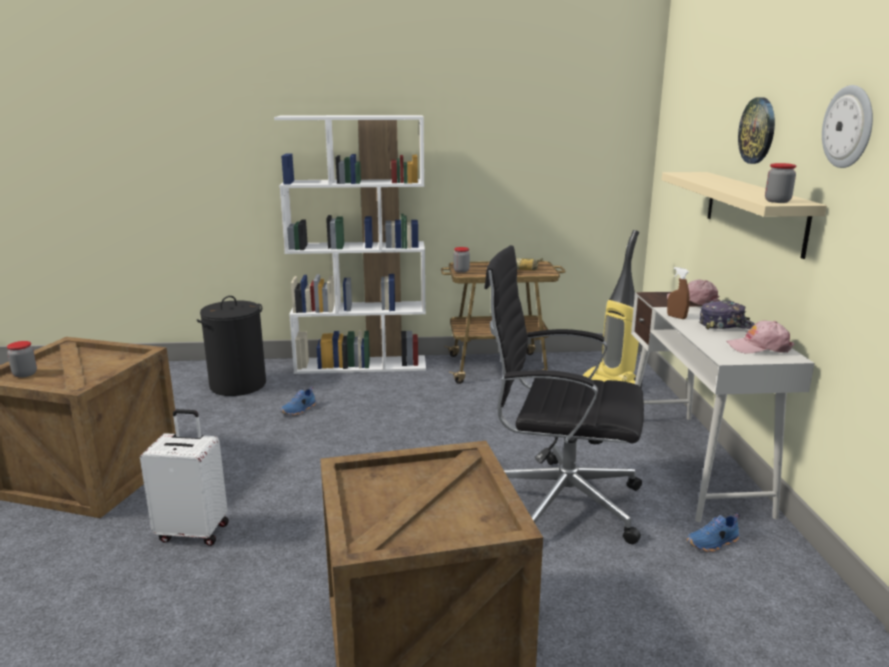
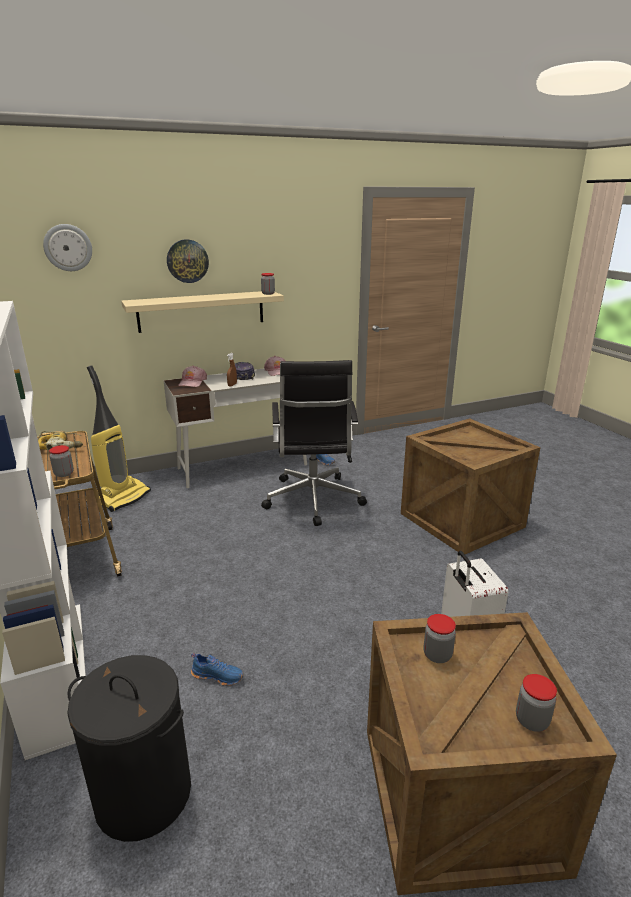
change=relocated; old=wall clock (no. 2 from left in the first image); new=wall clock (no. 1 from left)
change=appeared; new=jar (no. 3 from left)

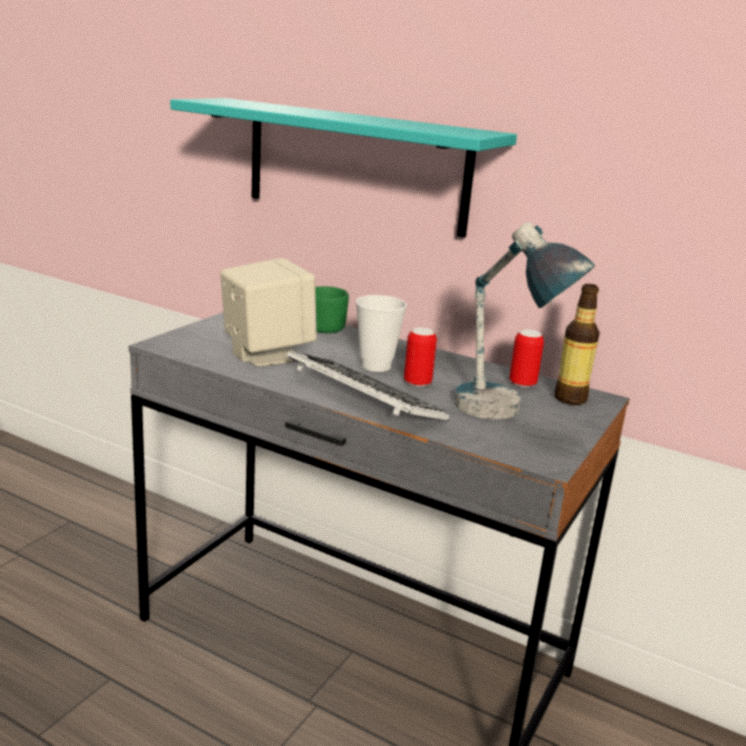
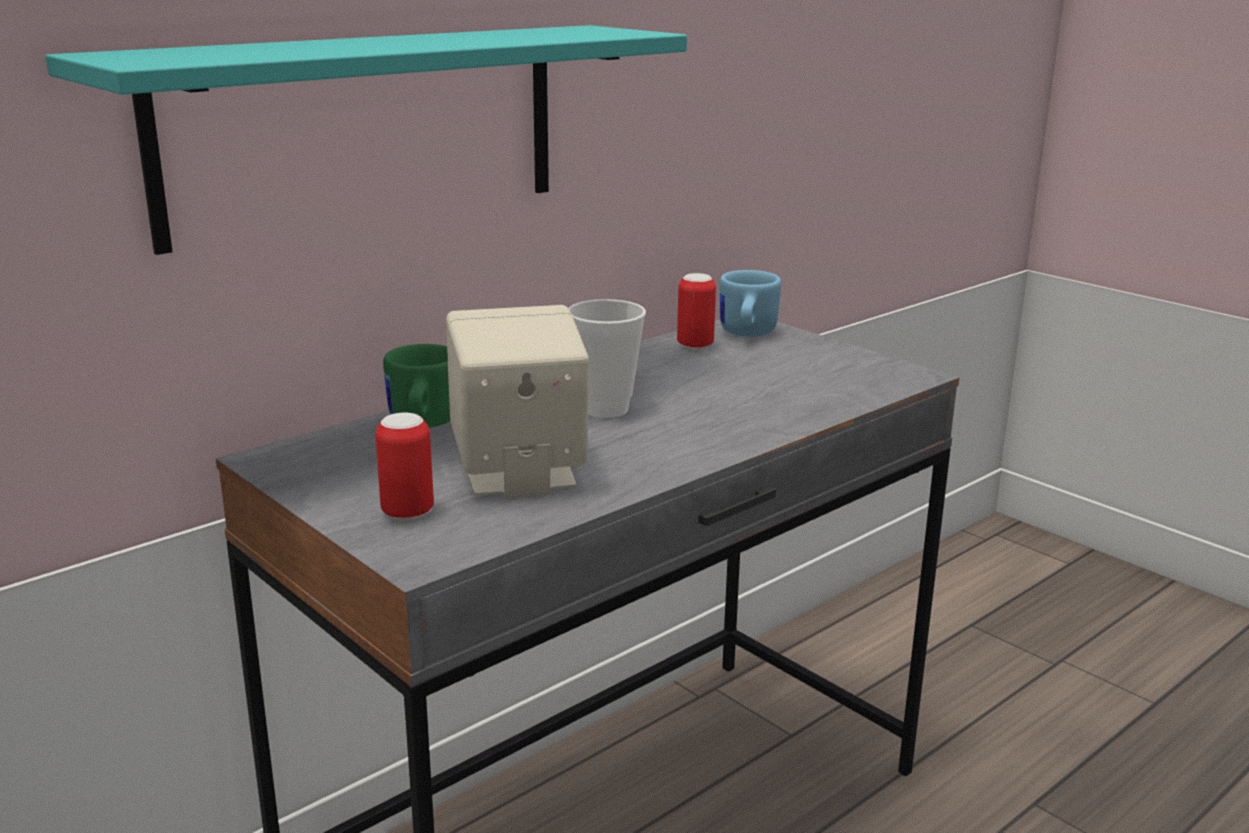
change=relocated; old=can (no. 1 from left)
change=exchanged; old=bottle; new=blue mug
change=missing; old=keyboard
change=missing; old=table lamp

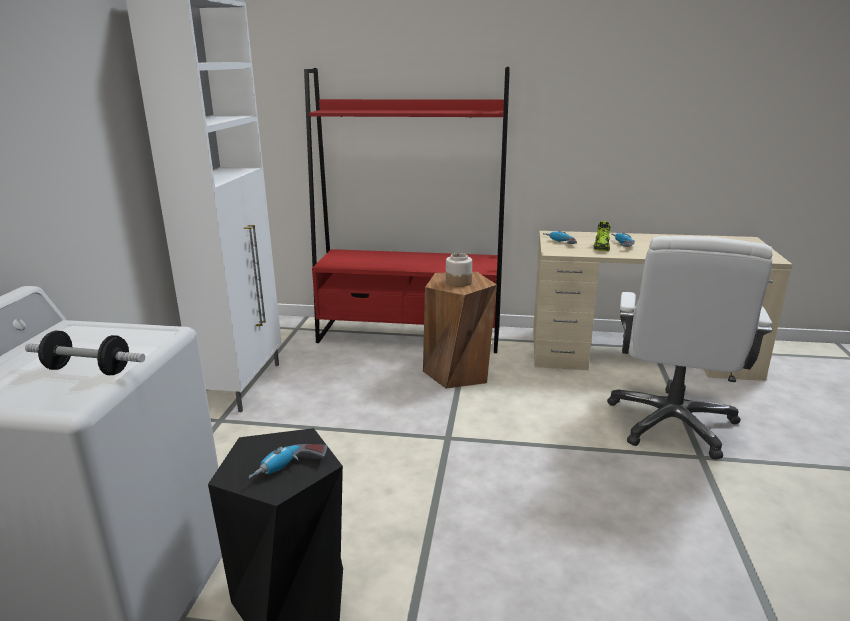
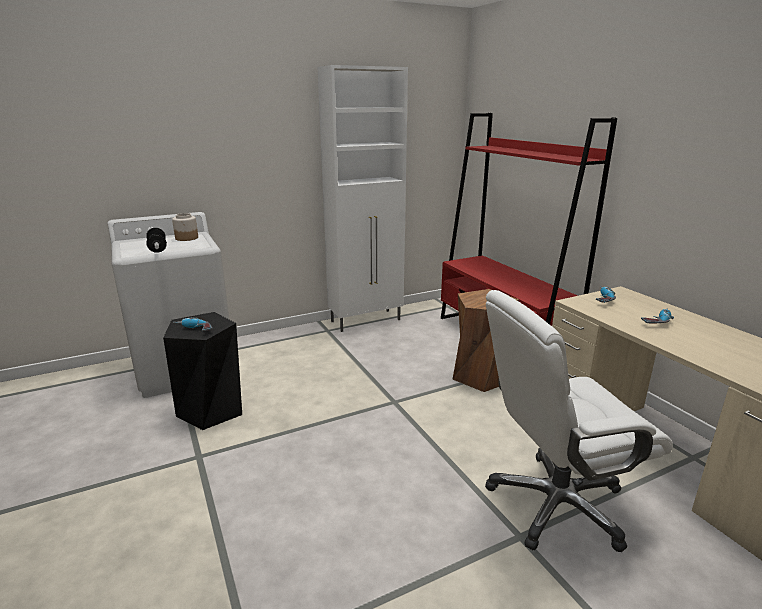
change=relocated; old=jar
change=missing; old=shoe

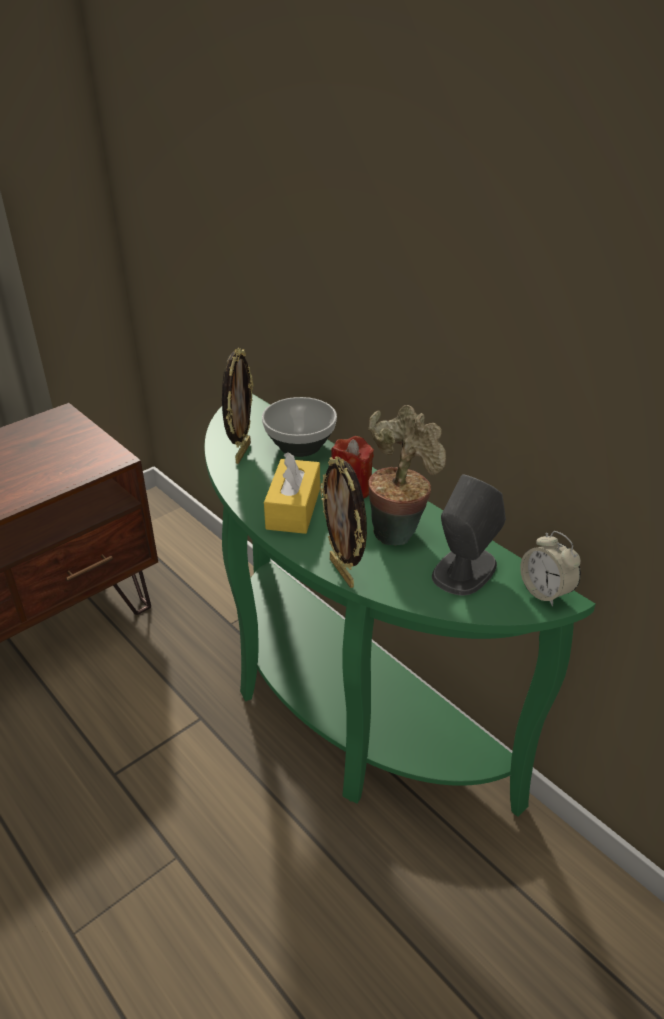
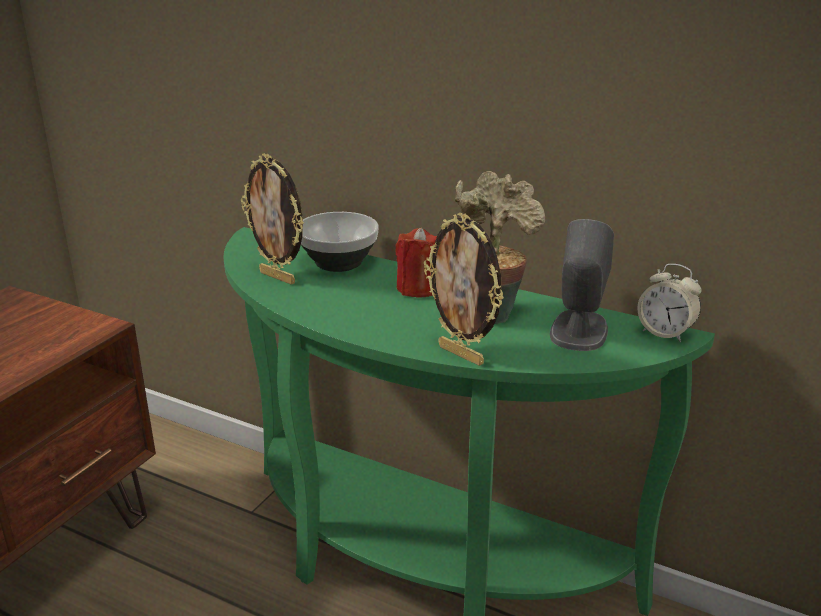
change=spun; old=picture frame (no. 1 from left); degrees=135
change=missing; old=yellow tissue box

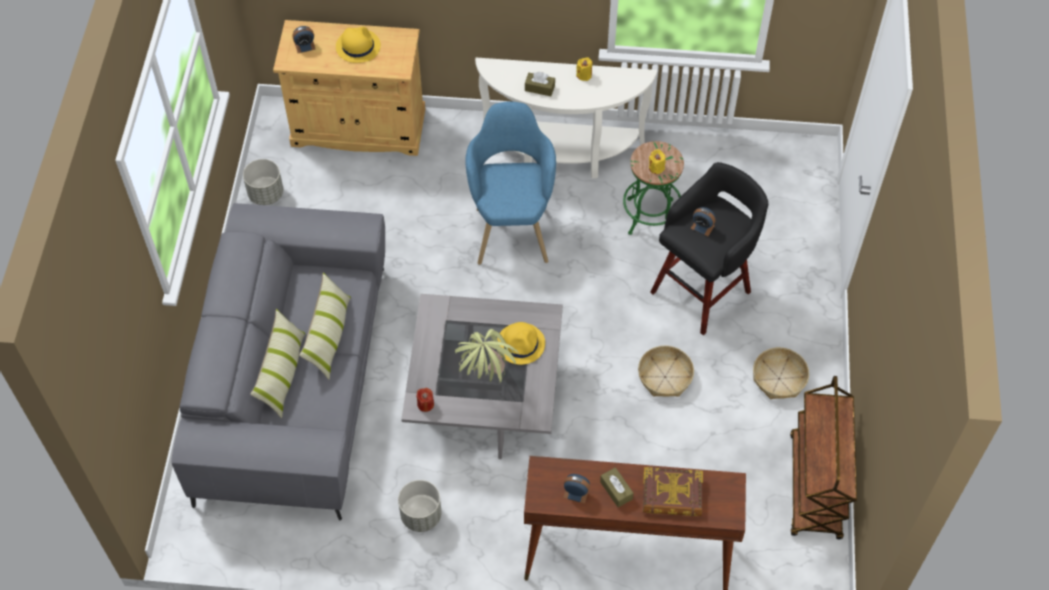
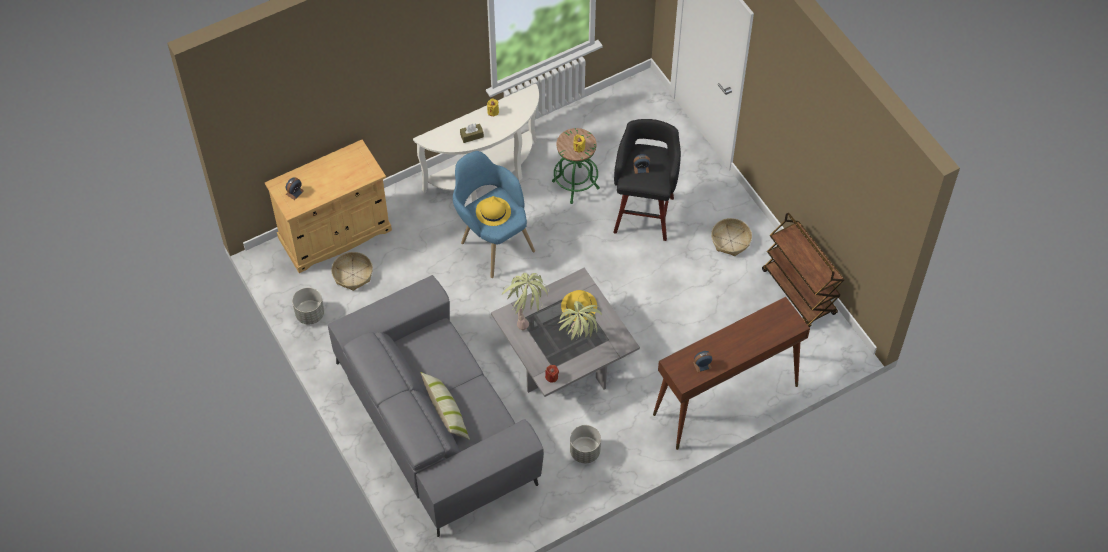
change=relocated; old=basket (no. 1 from left)
change=relocated; old=yellow hat (no. 1 from left)
change=appeared; new=potted plant (no. 1 from left)
change=missing; old=pillow (no. 2 from left)
change=missing; old=brown tissue box (no. 2 from left)
change=missing; old=book

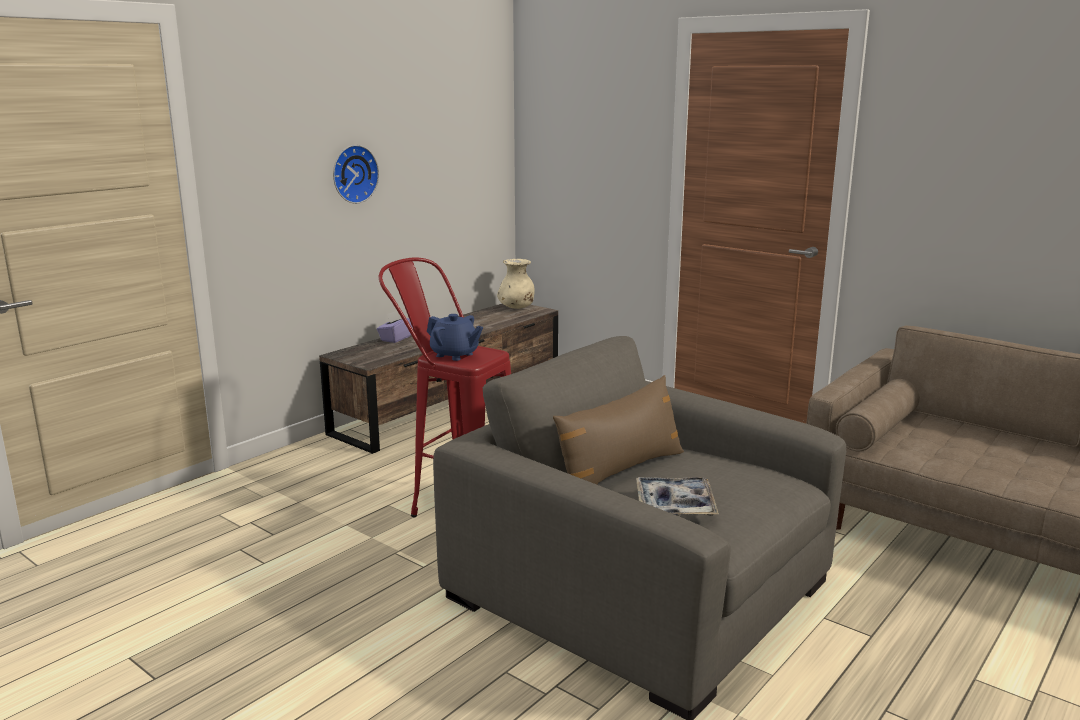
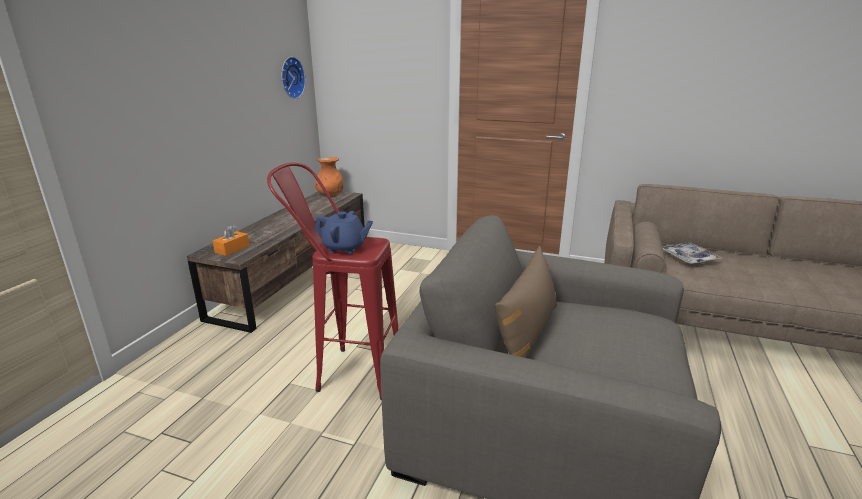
change=appeared; new=orange tissue box
change=relocated; old=wall clock
change=colour; old=beige vase; new=orange vase
change=relocated; old=tray
change=missing; old=purple tissue box

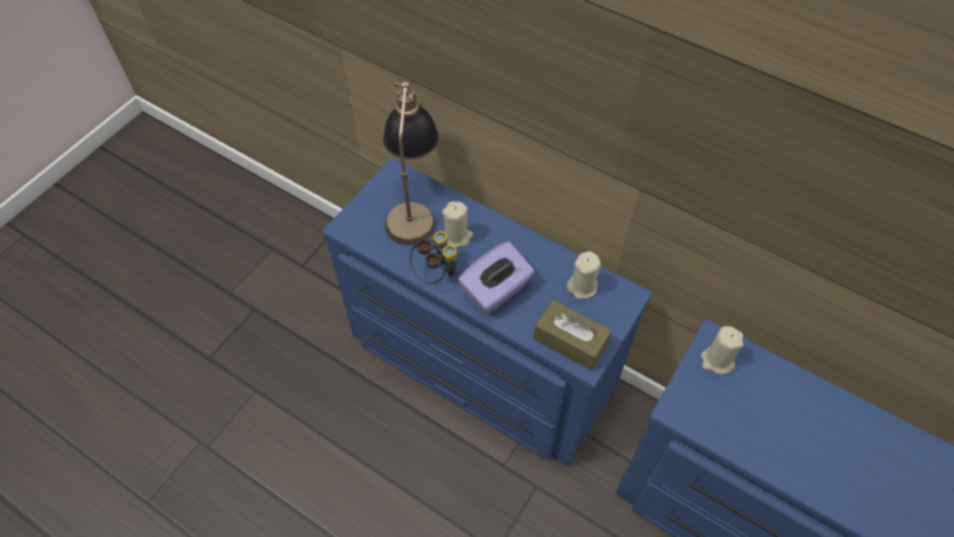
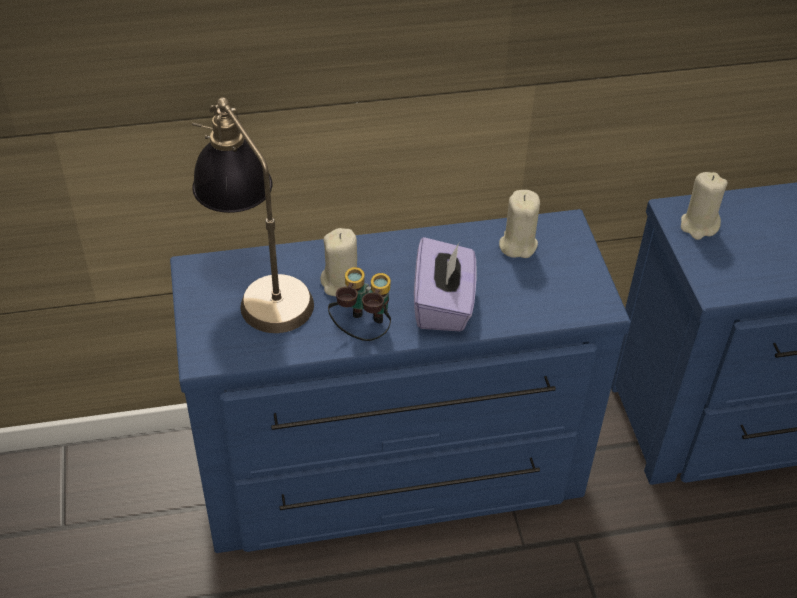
change=missing; old=brown tissue box

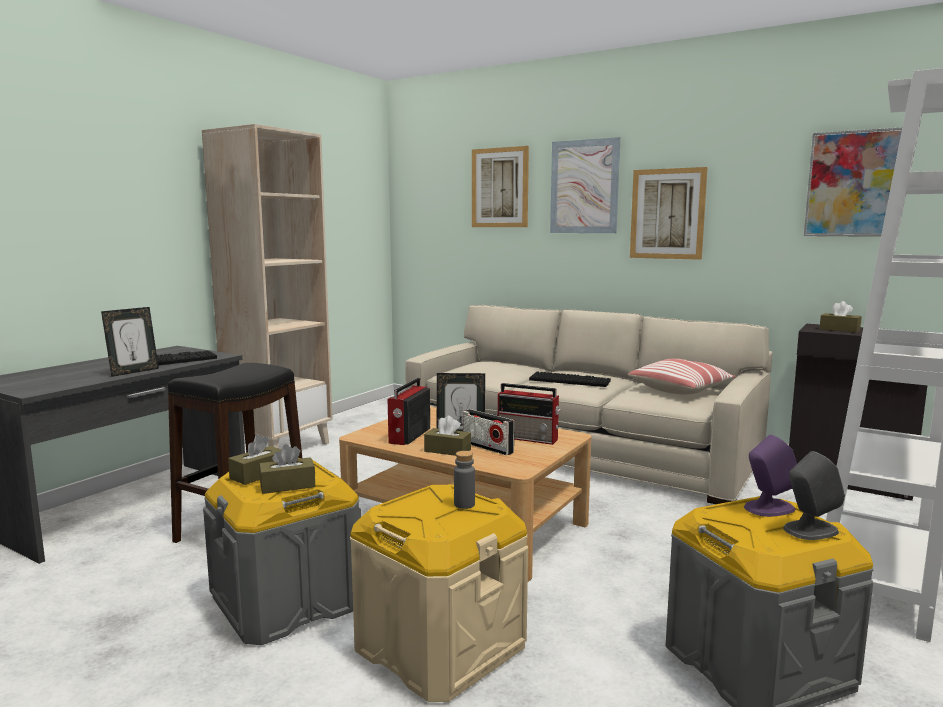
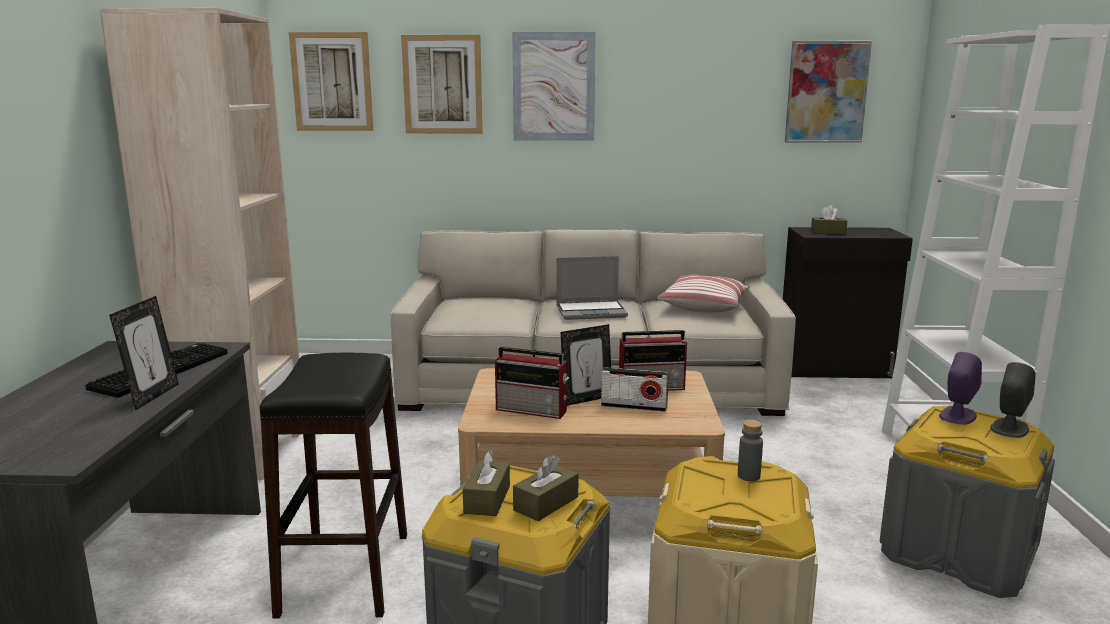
change=relocated; old=picture (no. 3 from left in the first image); new=picture (no. 1 from left)
change=spun; old=radio (no. 1 from left); degrees=-60
change=exchanged; old=keyboard (no. 2 from left); new=laptop
change=missing; old=brown tissue box (no. 3 from left)

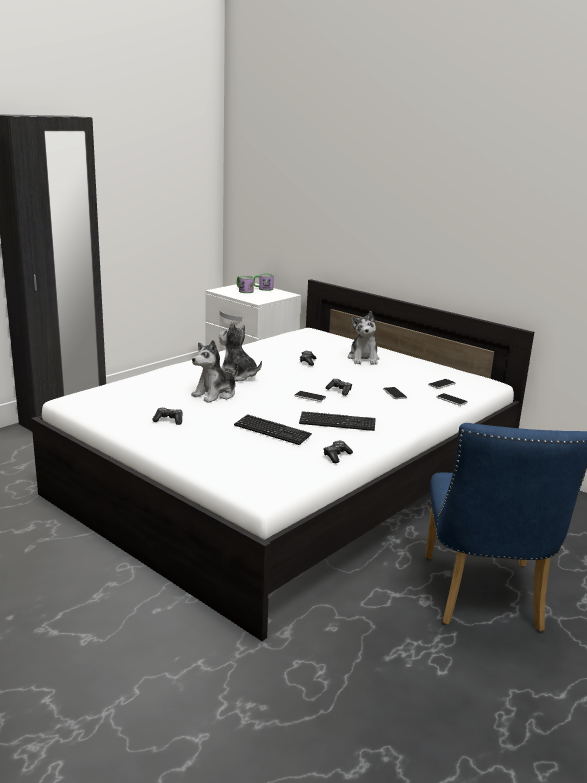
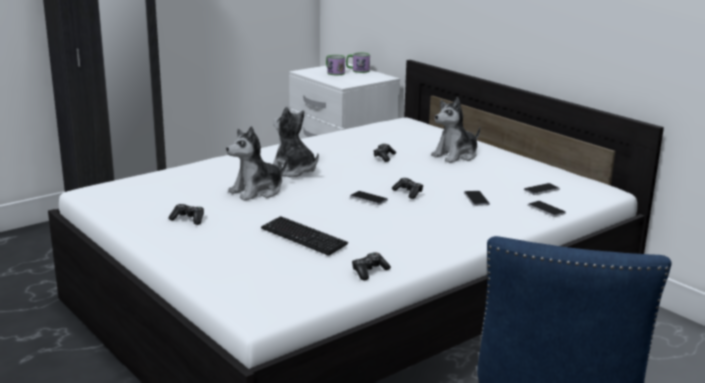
change=spun; old=plush toy (no. 3 from left); degrees=45
change=missing; old=keyboard (no. 2 from left)

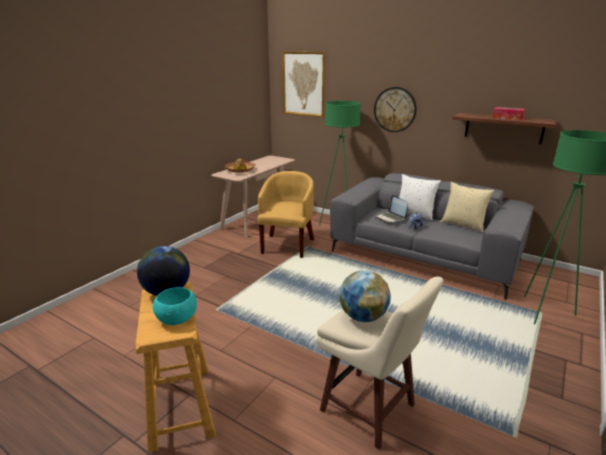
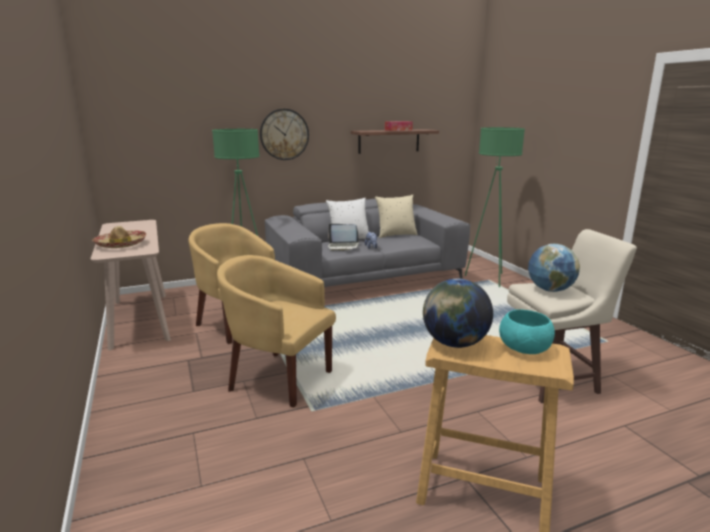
change=appeared; new=yellow armchair (no. 2 from left)
change=missing; old=picture

